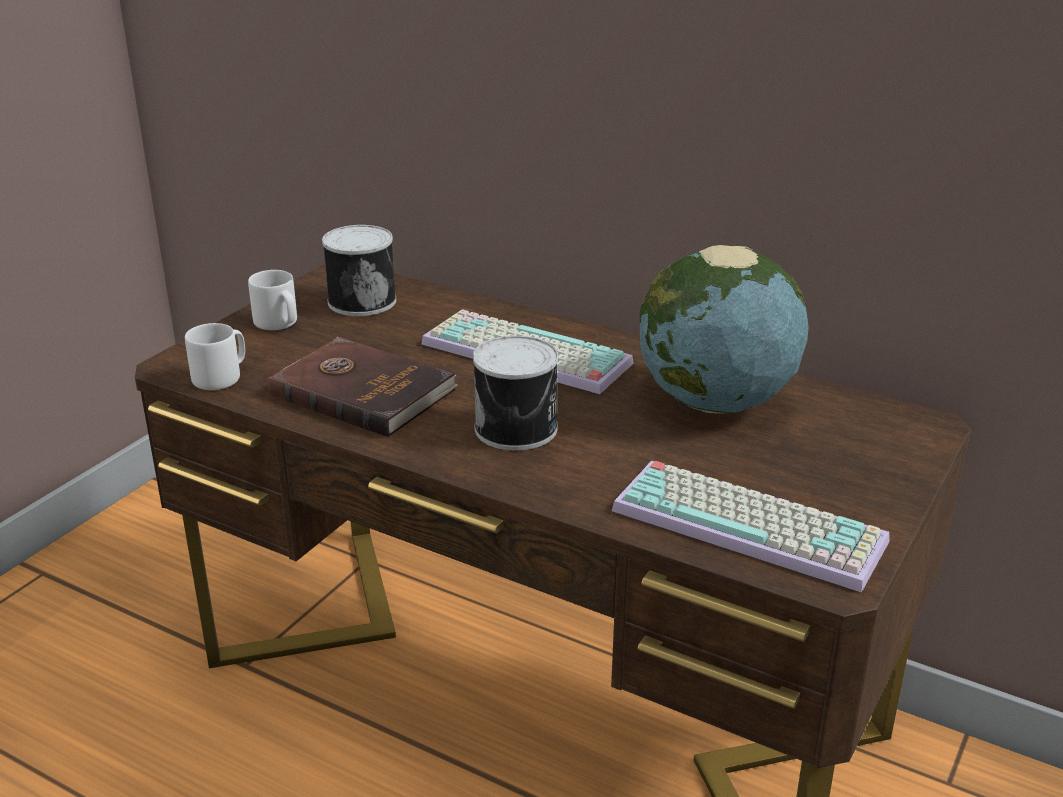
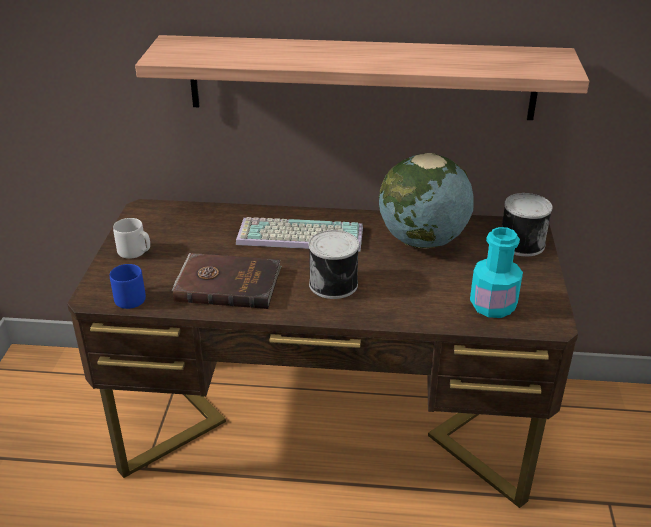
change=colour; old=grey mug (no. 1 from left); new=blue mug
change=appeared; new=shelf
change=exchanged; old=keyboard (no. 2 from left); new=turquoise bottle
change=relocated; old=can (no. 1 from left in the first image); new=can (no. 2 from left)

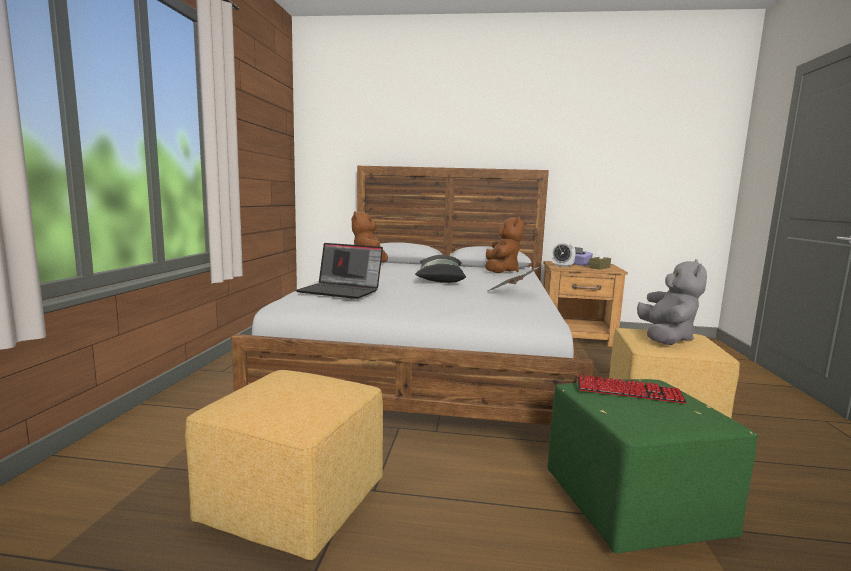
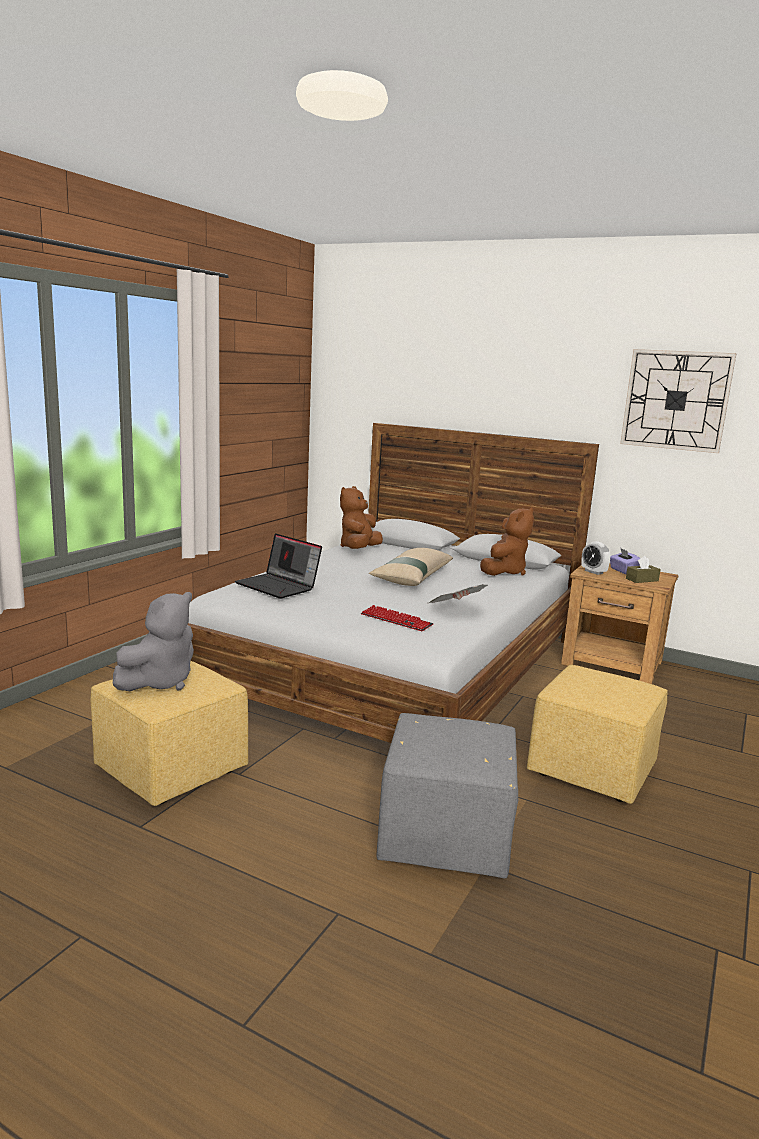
change=relocated; old=grey plush toy
change=relocated; old=keyboard
change=colour; old=black pillow; new=beige pillow
change=colour; old=green ottoman; new=grey ottoman
change=appeared; new=wall clock

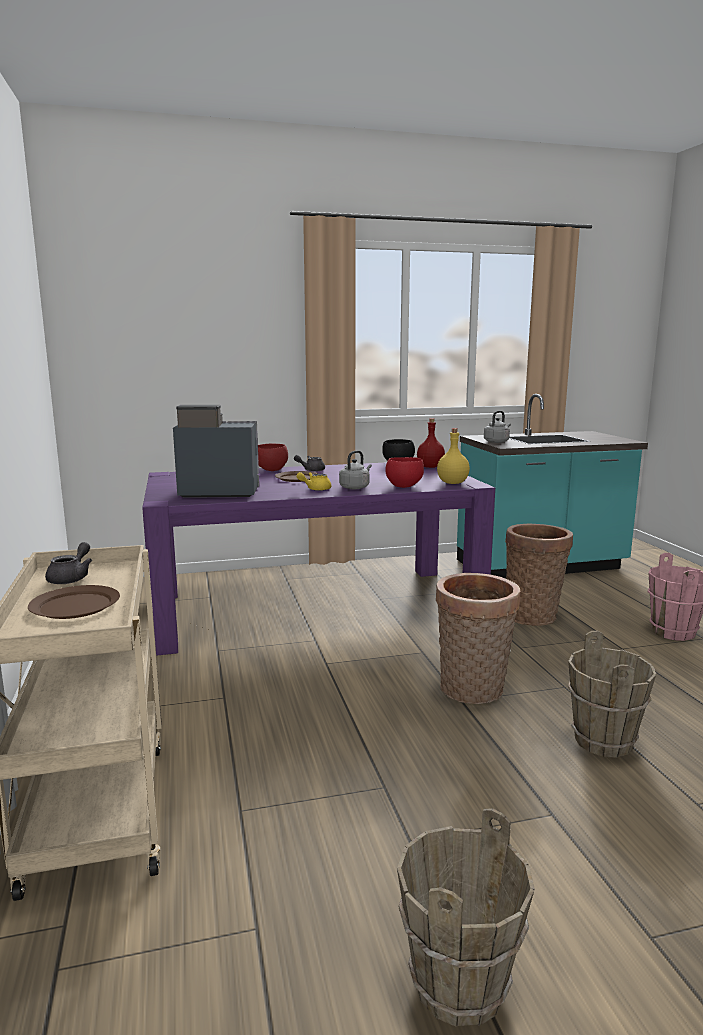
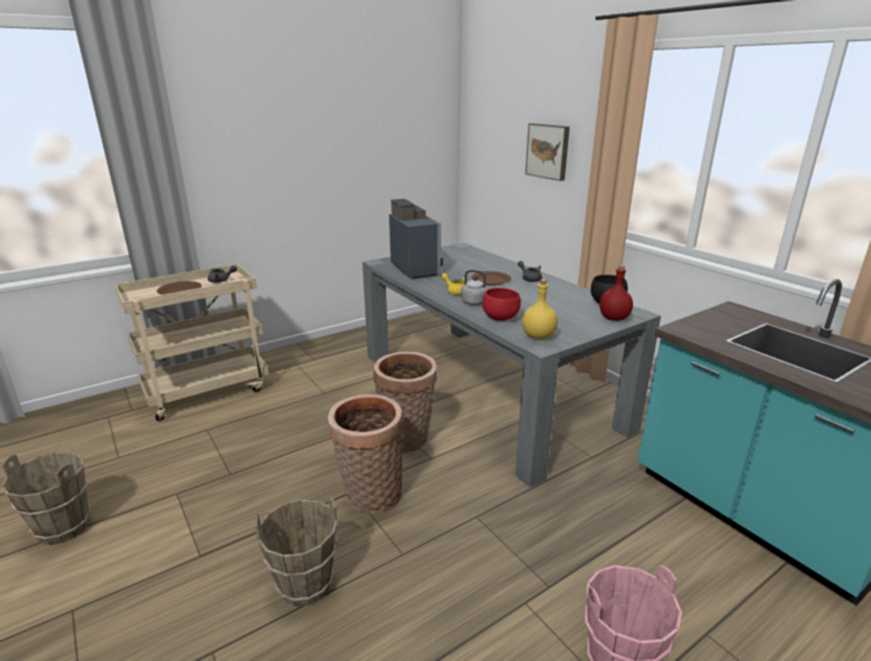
change=colour; old=purple dining table; new=grey dining table
change=relocated; old=basket (no. 2 from left)
change=appeared; new=picture
change=missing; old=red bowl (no. 1 from left)
change=missing; old=grey kettle (no. 2 from left)

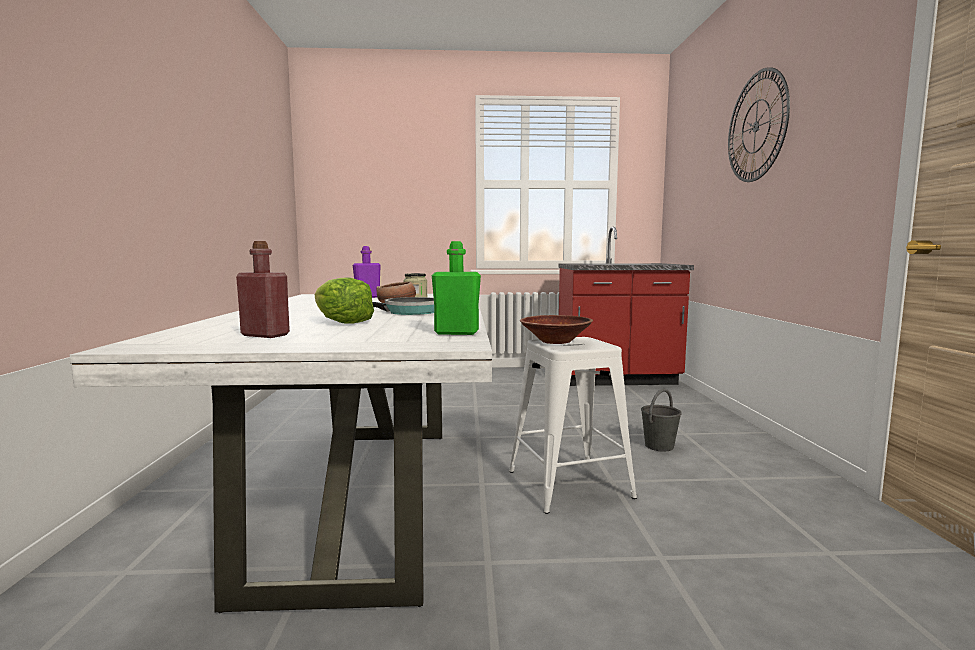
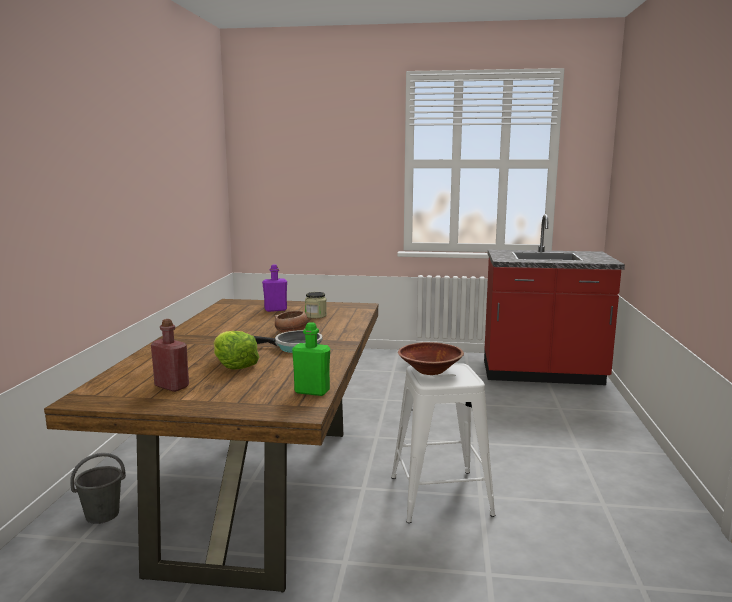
change=colour; old=white dining table; new=brown dining table
change=relocated; old=grey bucket
change=missing; old=wall clock

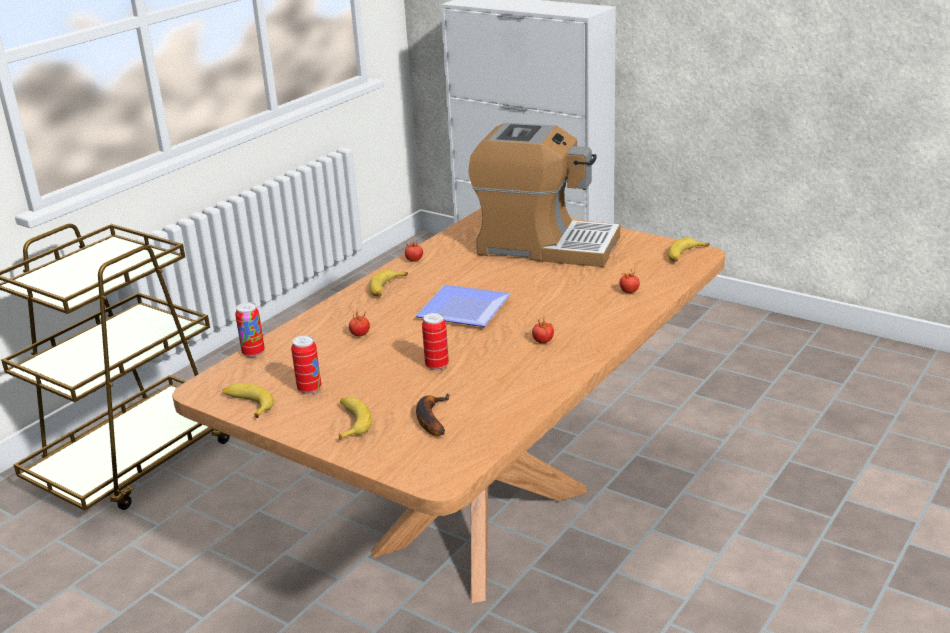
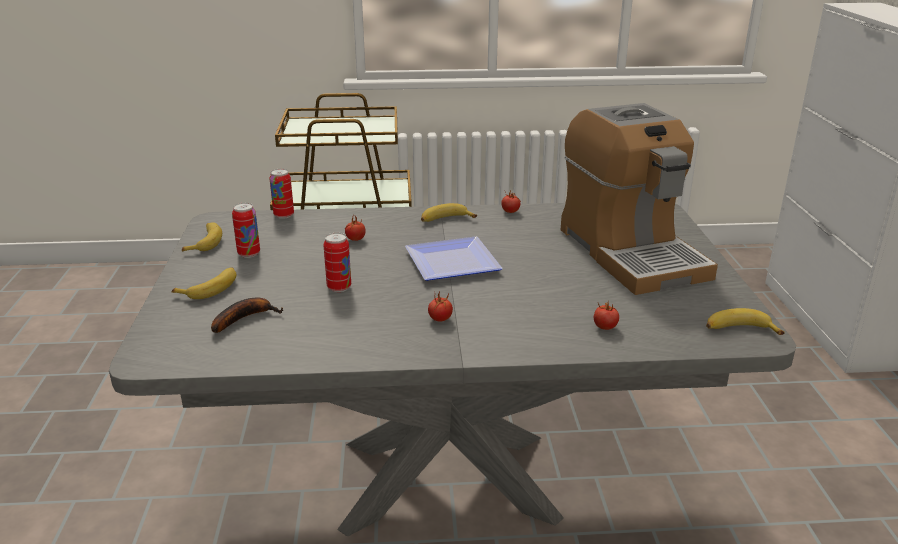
change=colour; old=brown dining table; new=grey dining table

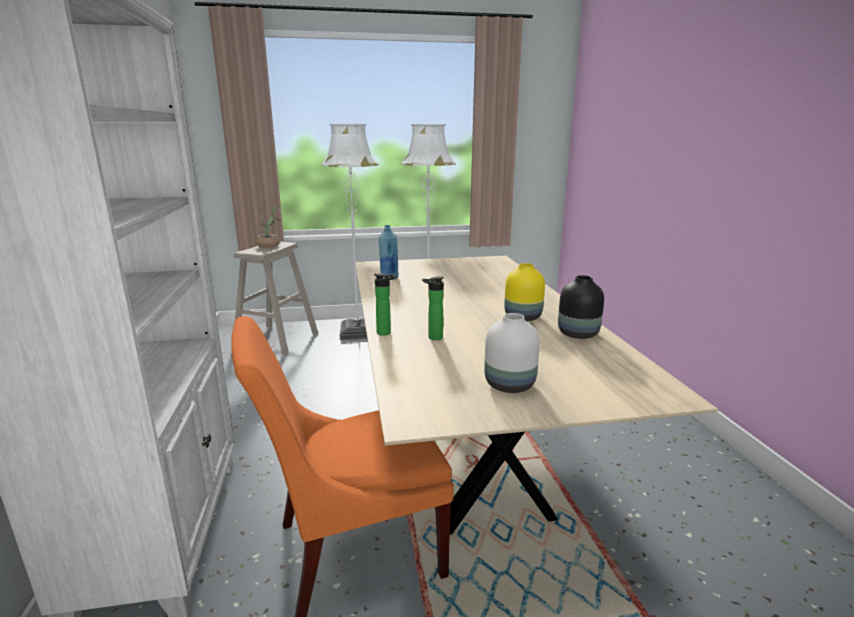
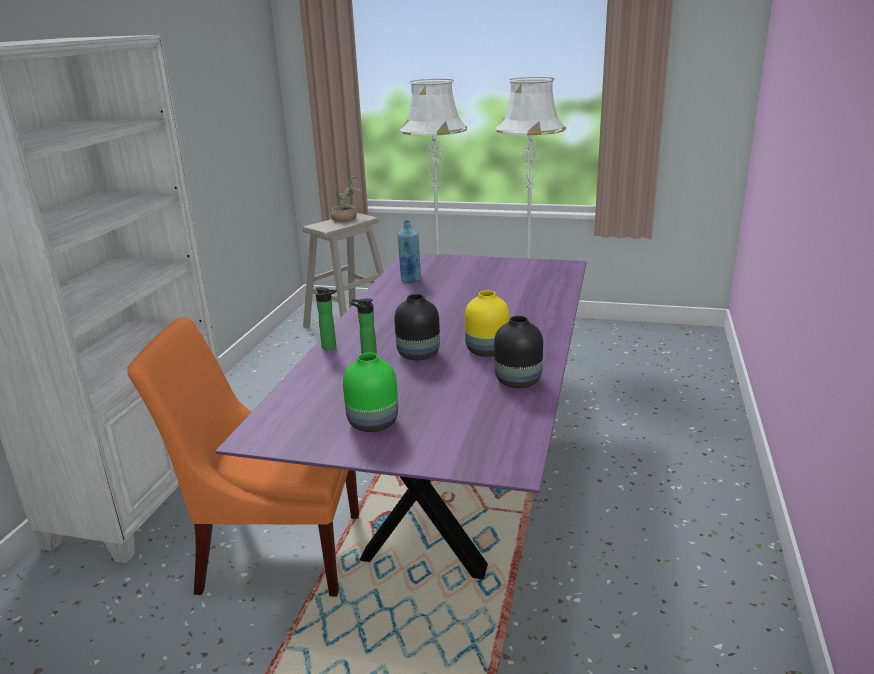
change=colour; old=beige dining table; new=purple dining table
change=colour; old=white vase; new=green vase
change=appeared; new=black vase (no. 1 from left)

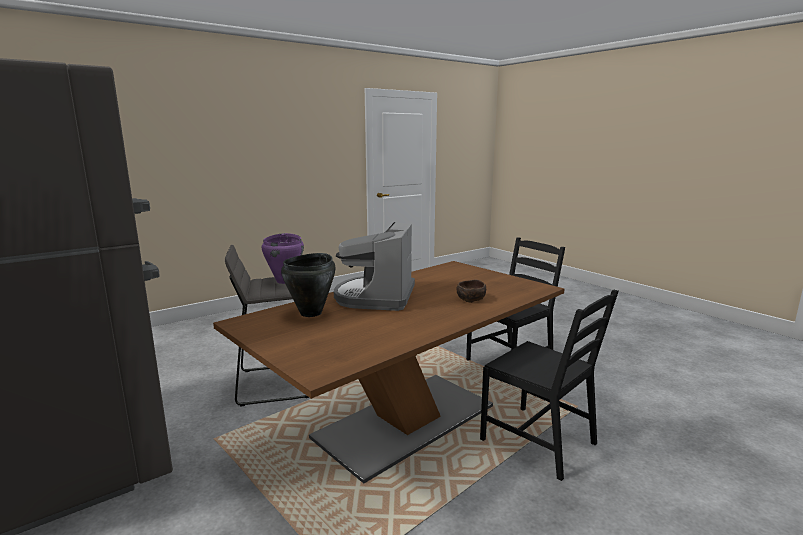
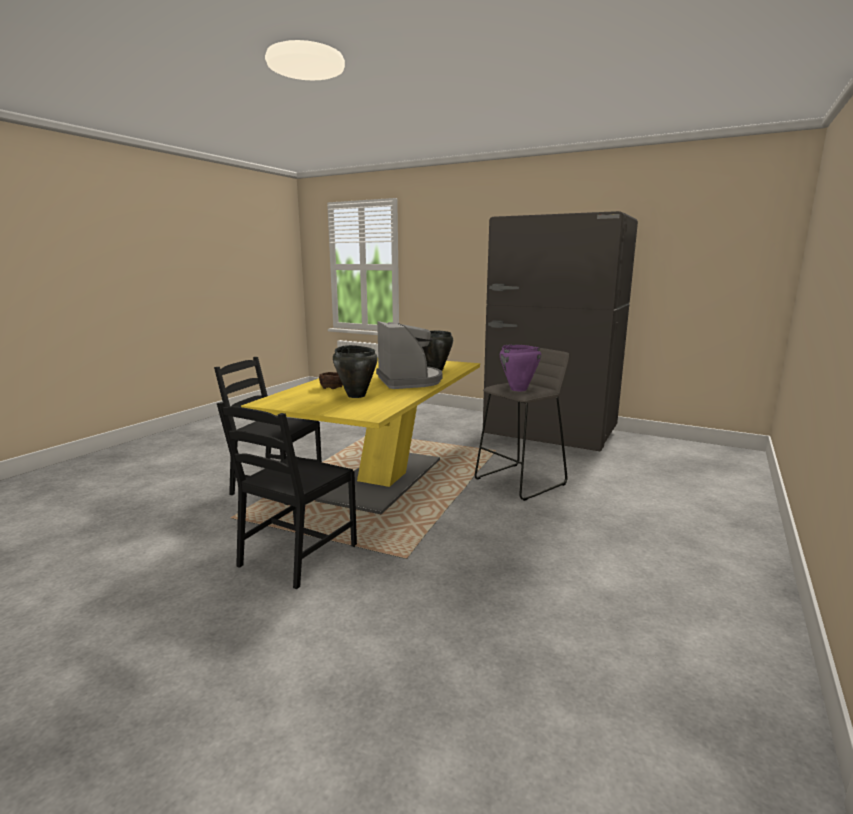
change=colour; old=brown dining table; new=yellow dining table
change=appeared; new=black cooking pot (no. 1 from left)

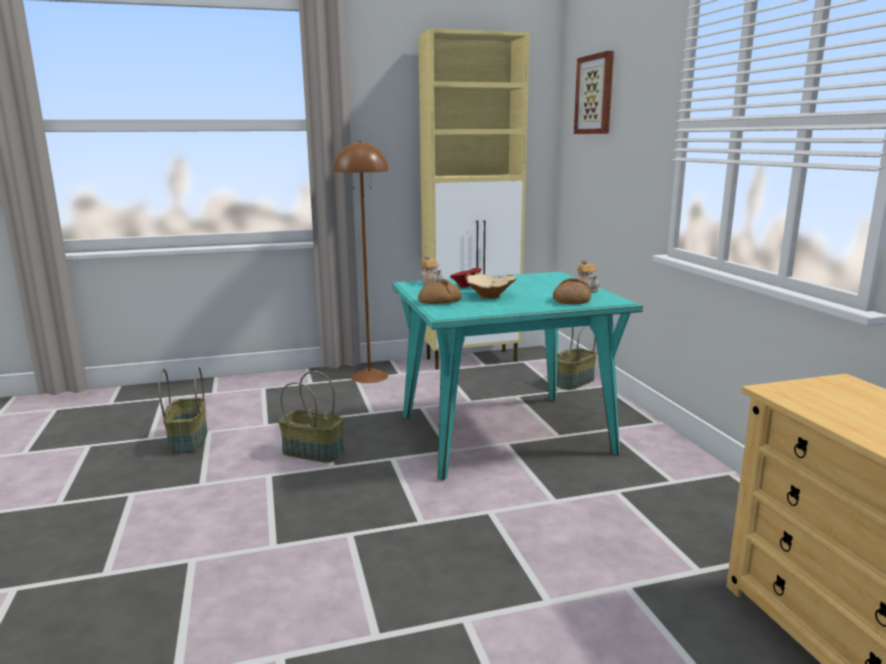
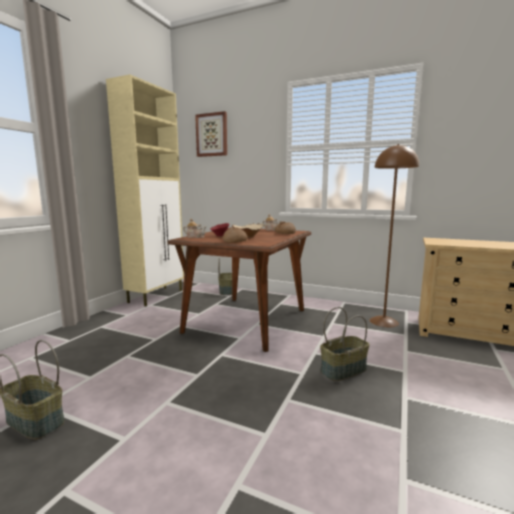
change=colour; old=turquoise dining table; new=brown dining table
change=relocated; old=basket (no. 2 from left in the first image); new=basket (no. 3 from left)
change=relocated; old=brown floor lamp

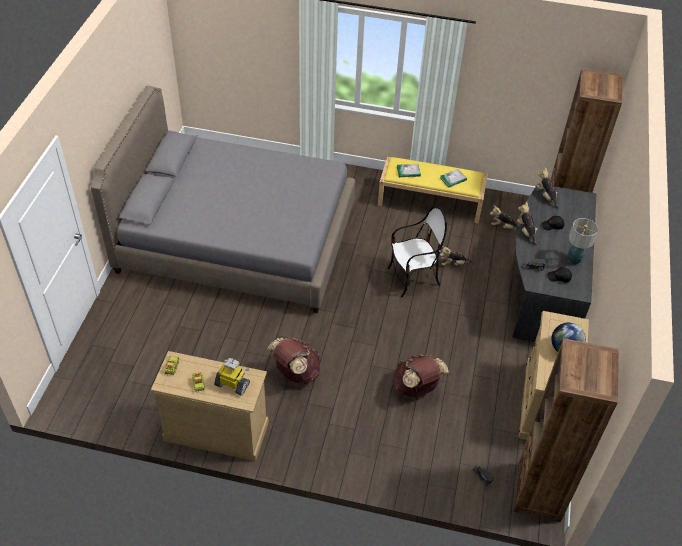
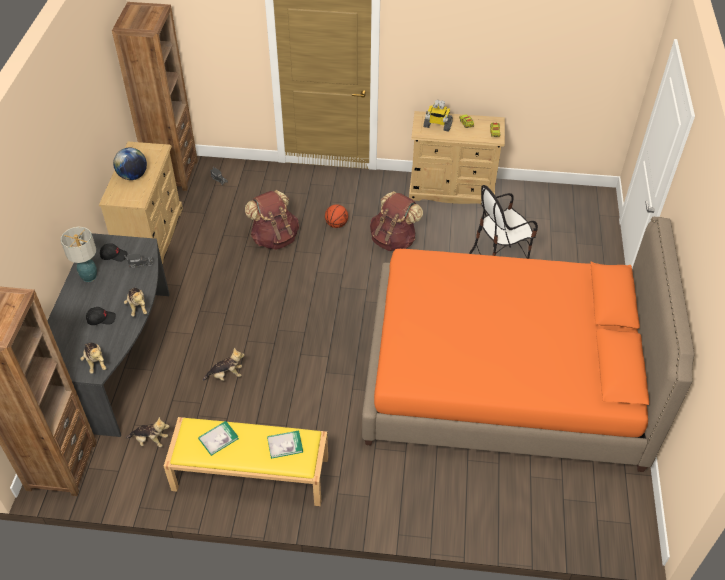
change=appeared; new=basketball
change=colour; old=grey bed; new=orange bed
change=relocated; old=chair

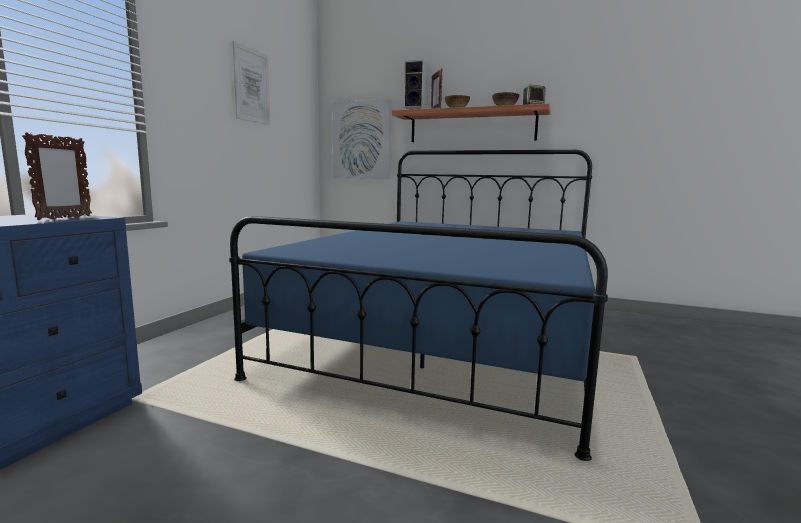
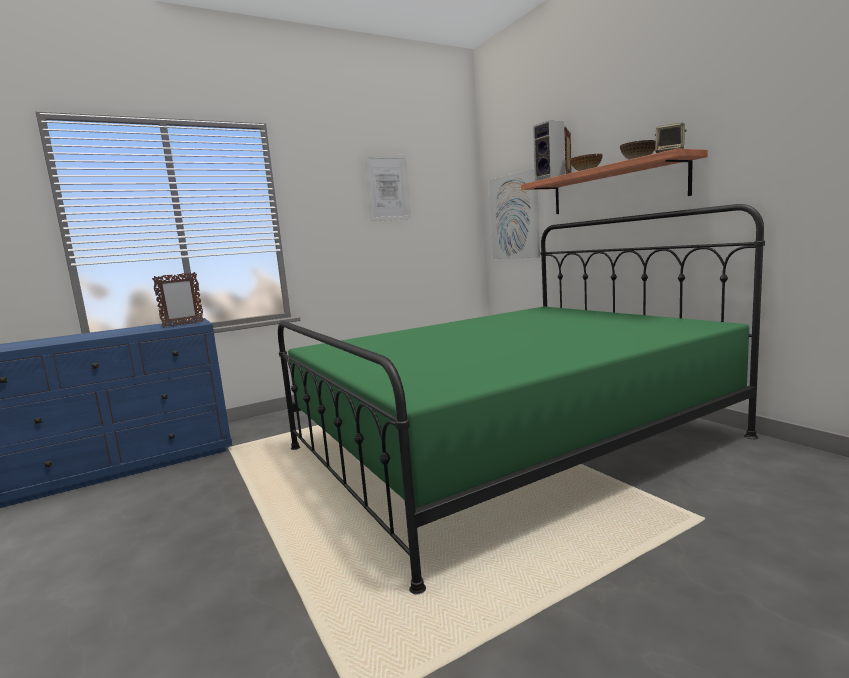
change=colour; old=blue bed; new=green bed

